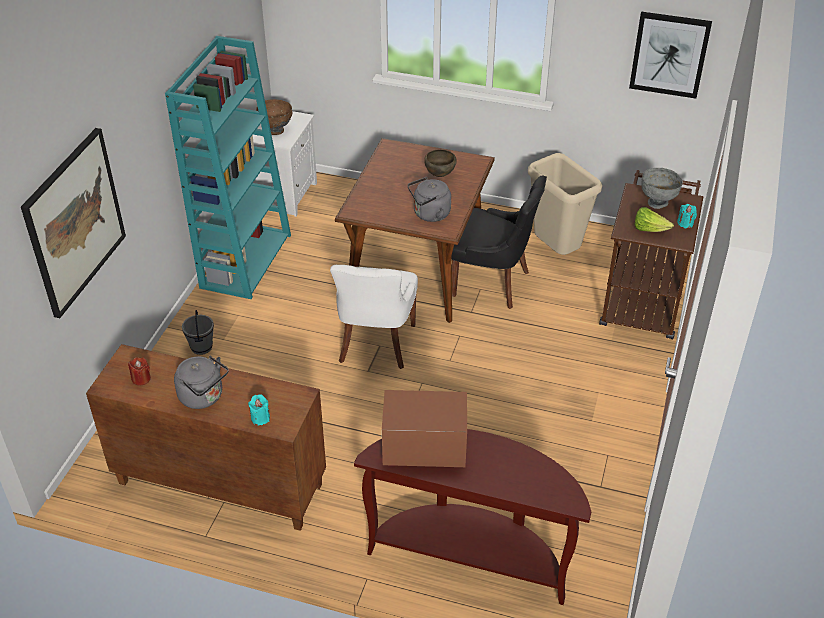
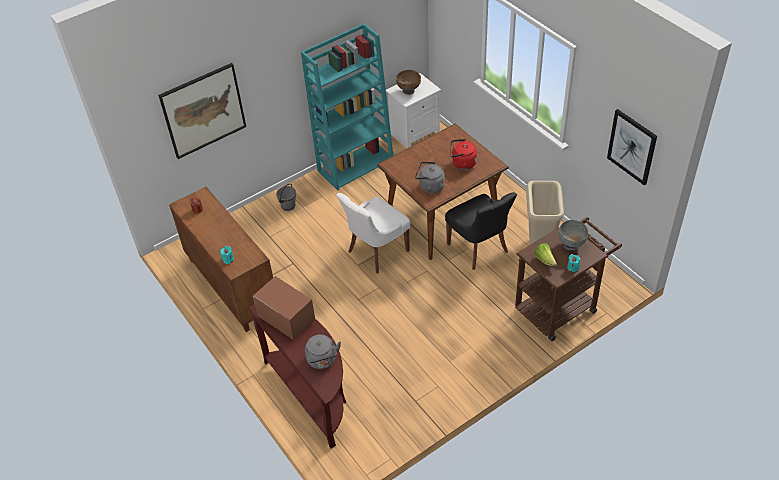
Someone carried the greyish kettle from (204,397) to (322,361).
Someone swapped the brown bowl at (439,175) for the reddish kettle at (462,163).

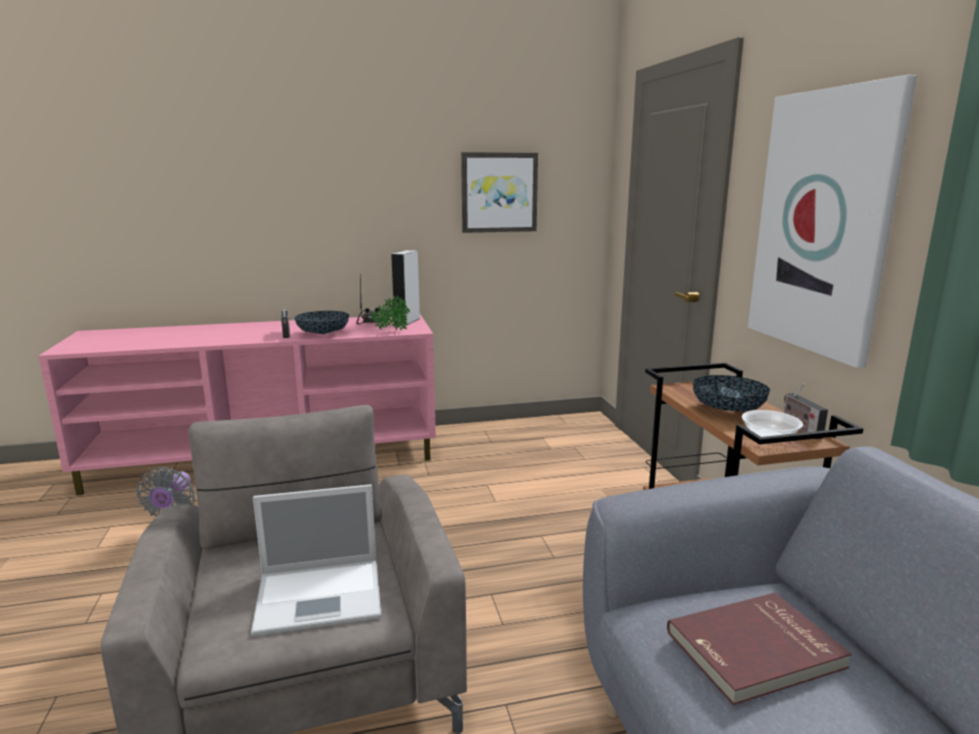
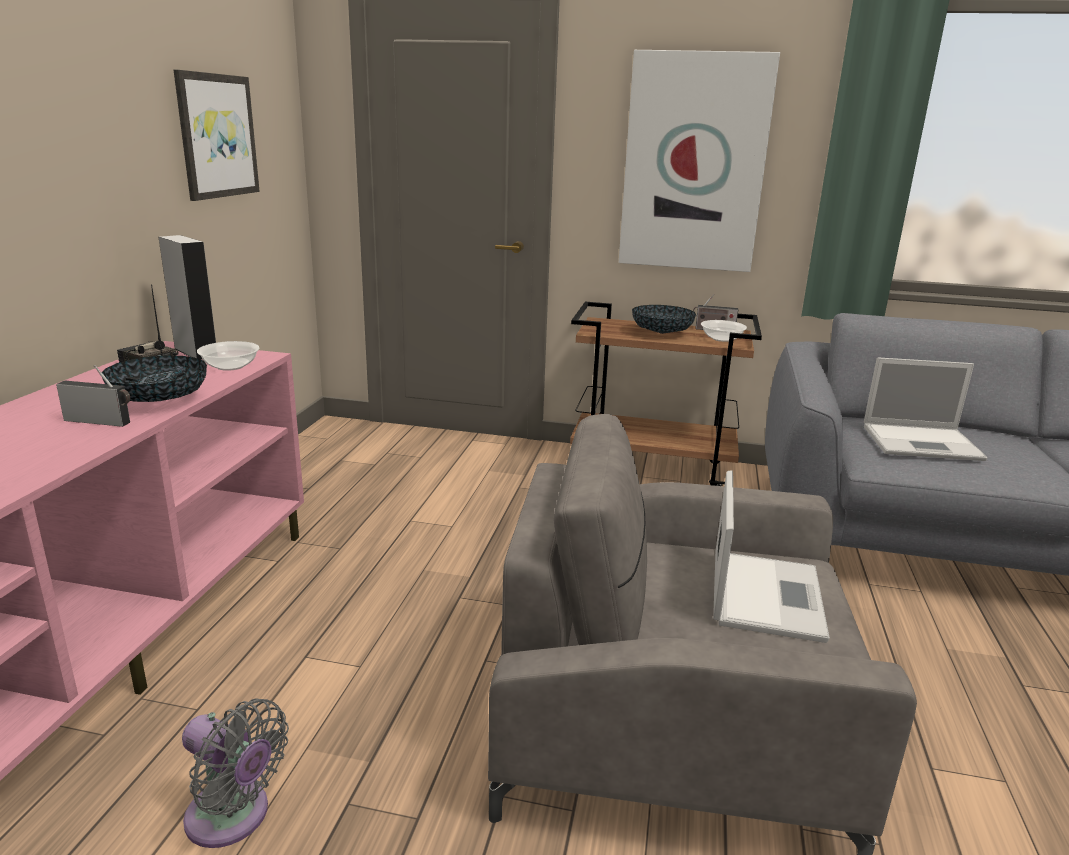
Someone swapped the potted plant at (391,330) for the bowl at (230,366).
Someone swapped the reddish volume at (756,651) for the notebook computer at (923,442).

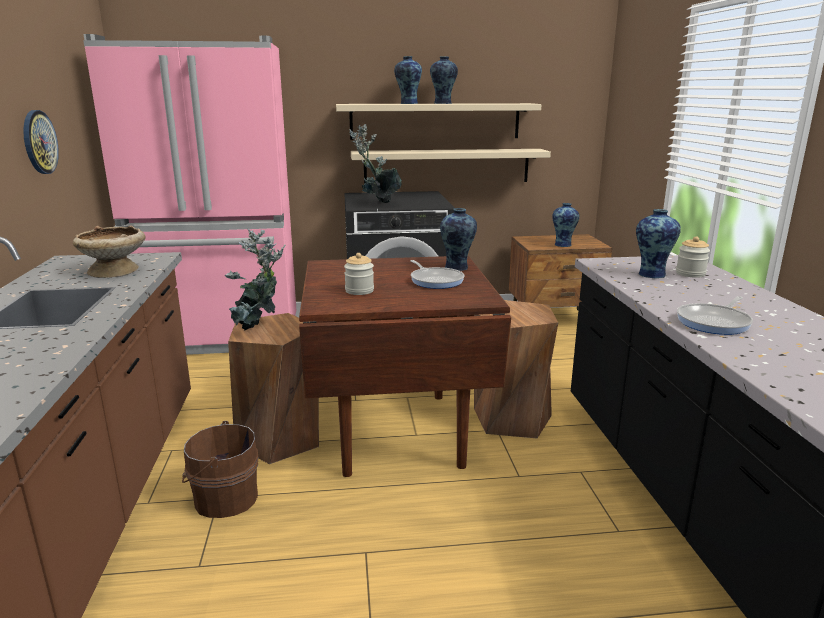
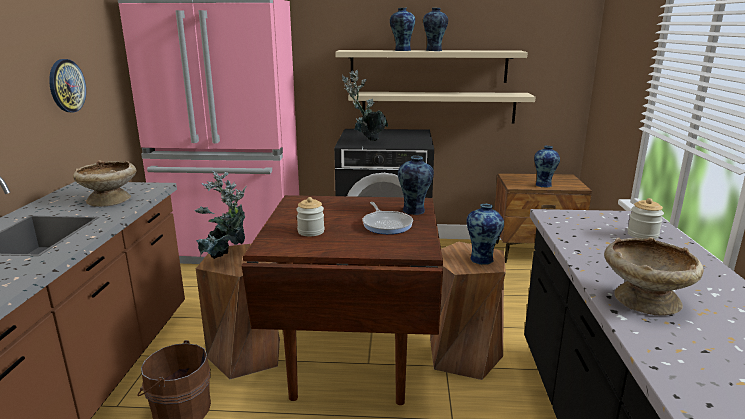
Someone carried the vase from (652,274) to (482,259).
Someone swapped the skillet at (715,322) for the sand-coloured bowl at (644,300).

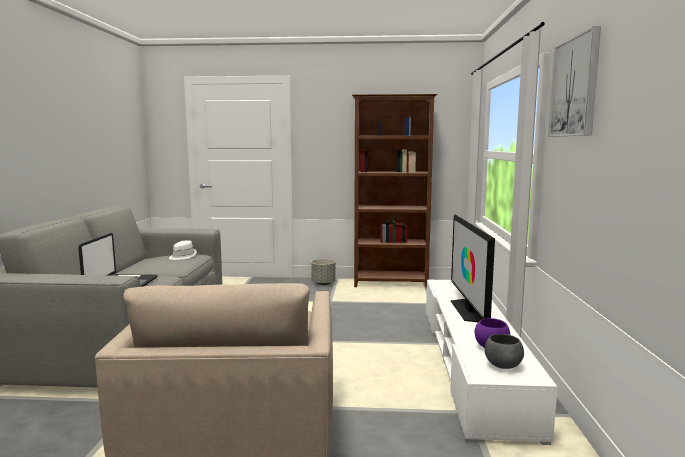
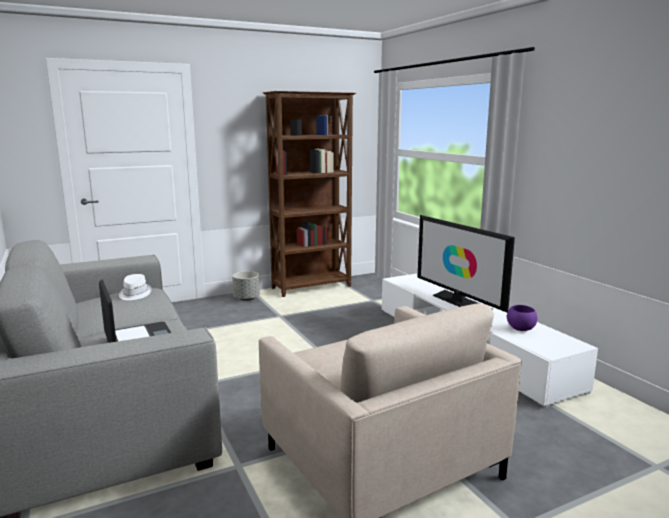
Someone took away the greyish bowl at (503,366).
Someone took away the wall art at (575,87).

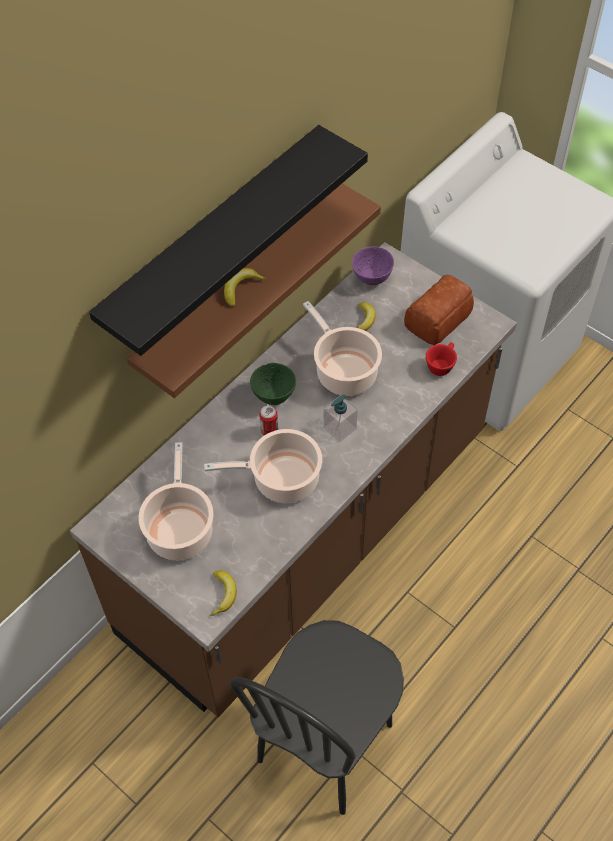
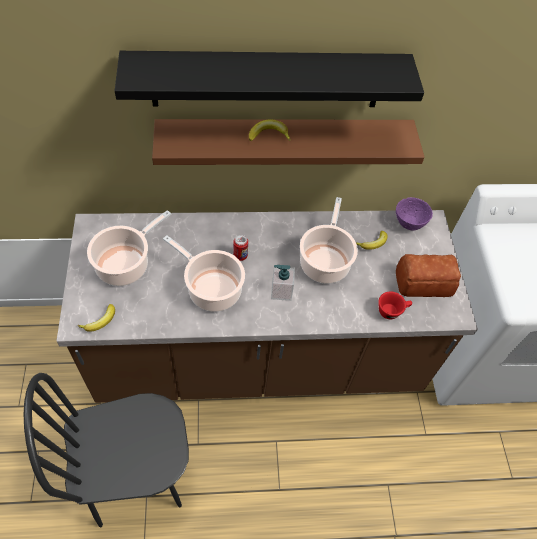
Someone took away the green bowl at (274,397).

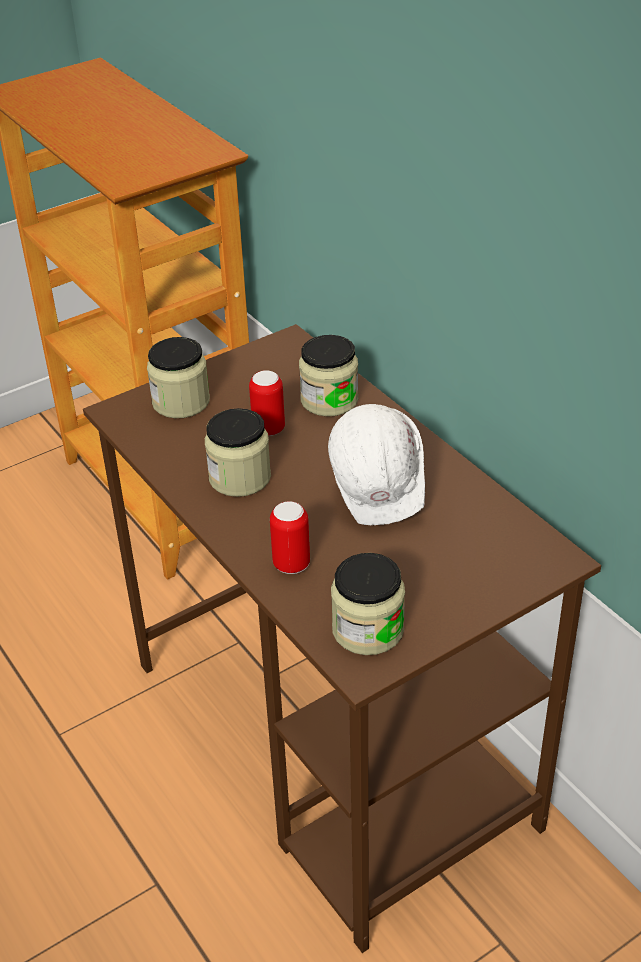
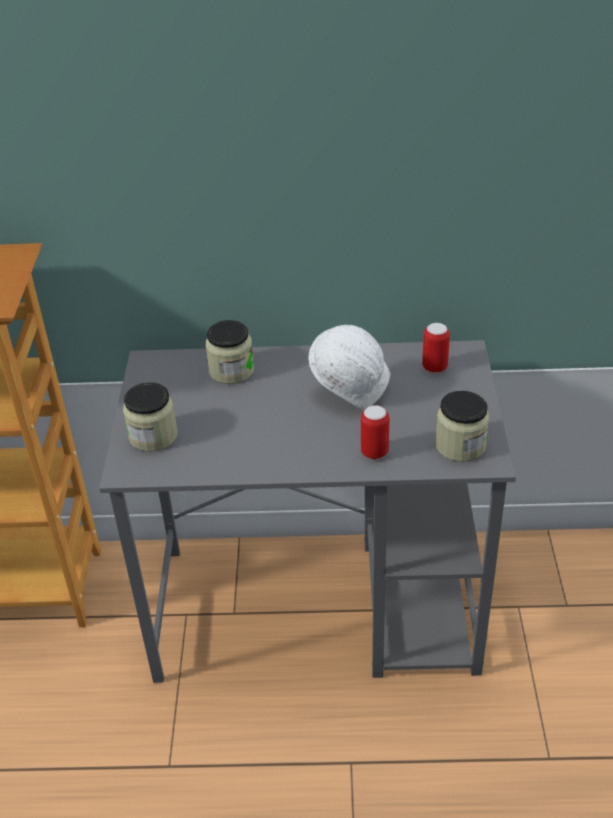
Someone took away the storage jar at (240,477).
Someone carried the metal can from (268,429) to (434,367).
Someone repainted the brown desk table at (332,745), which became the greyish desk table at (319,609).

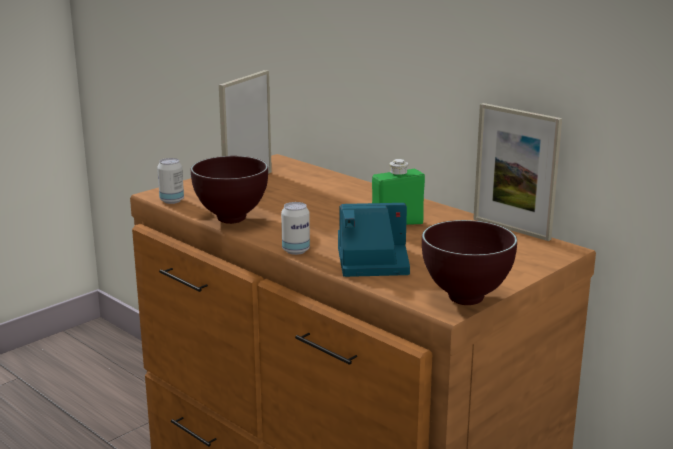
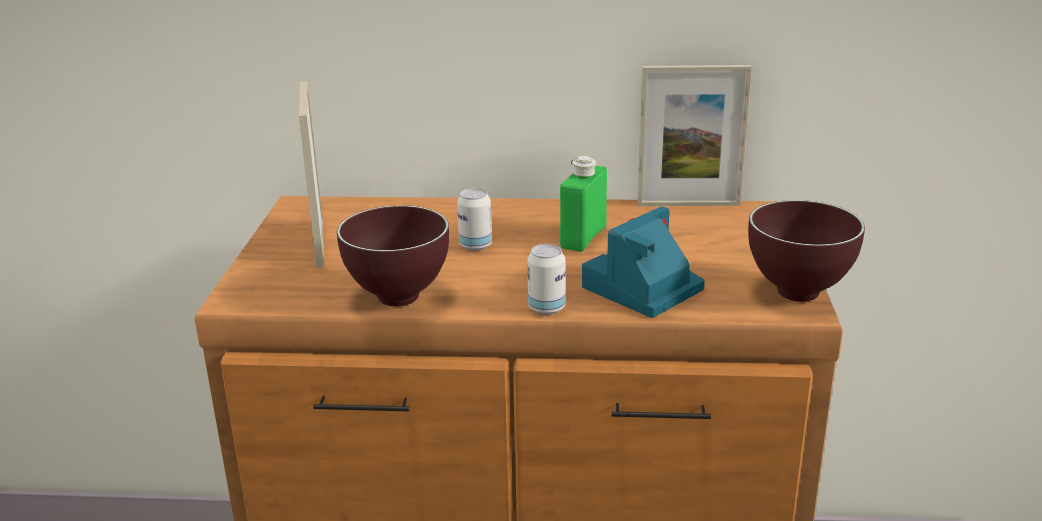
Someone carried the metal can from (172,201) to (475,246).

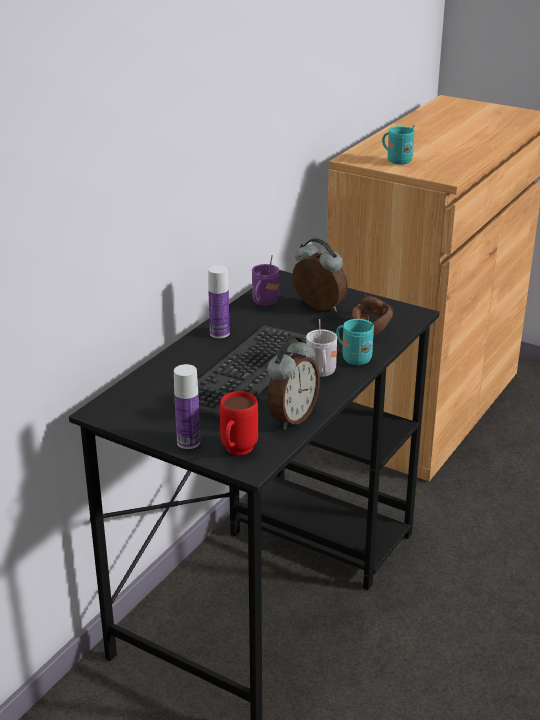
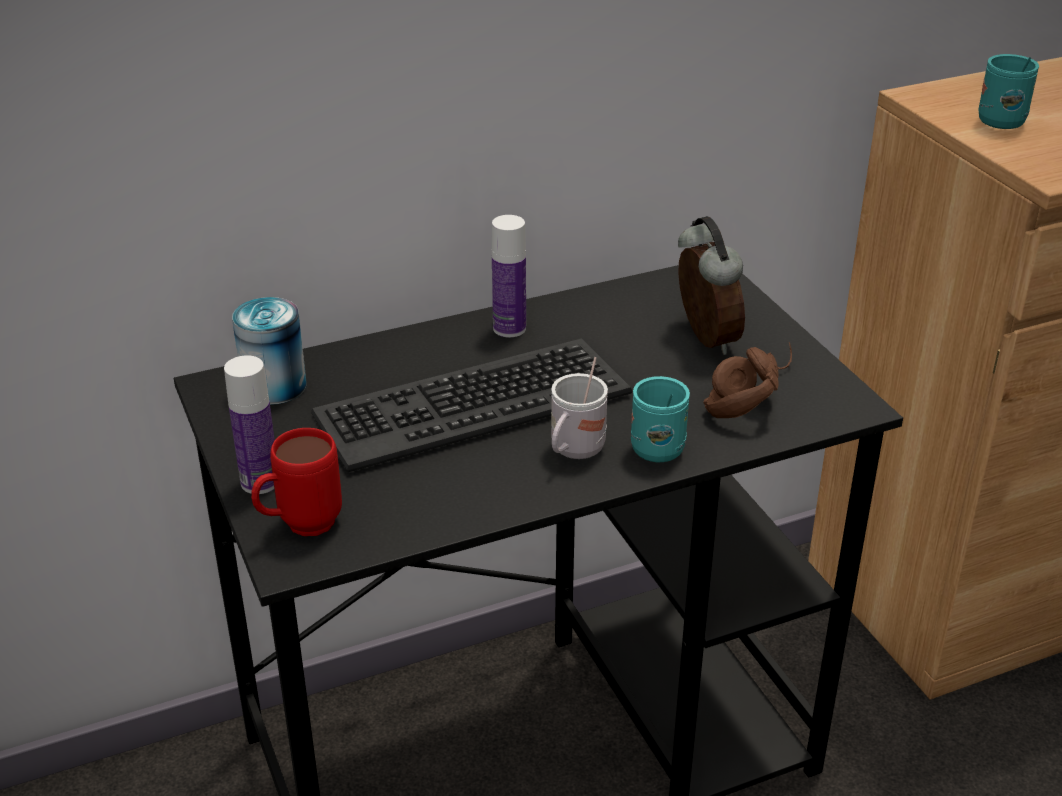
Someone took away the purple-coloured mug at (263,303).
Someone took away the bedside clock at (291,417).
Someone put down the metal can at (274,386).

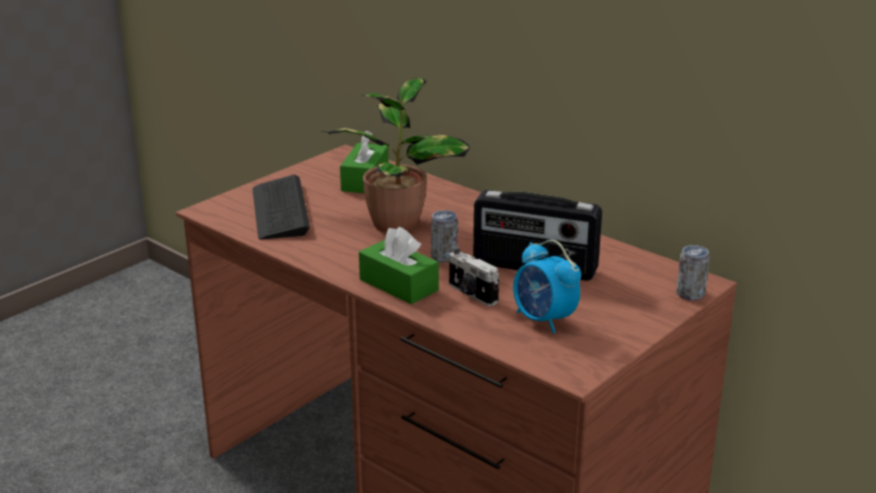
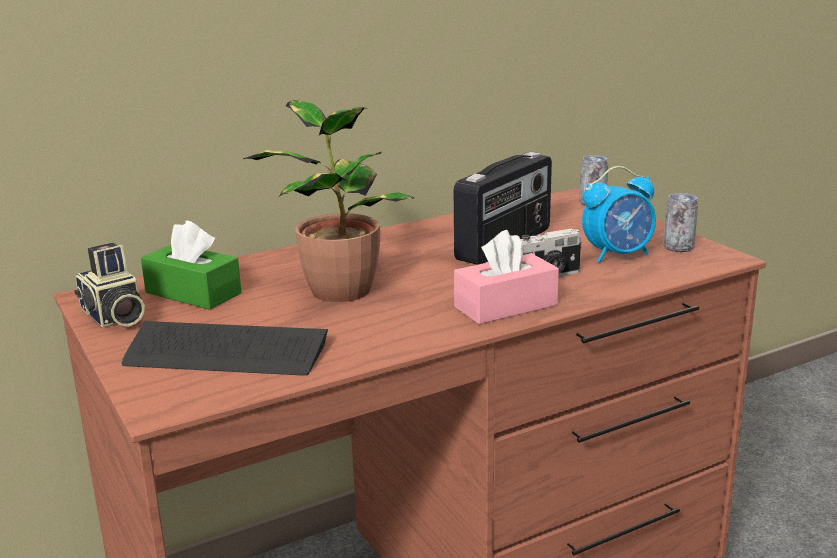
Someone put down the photo camera at (113,317).
Someone carried the metal can from (444,257) to (678,247).
Someone repainted the green tissue box at (398,285), which became the pink-coloured tissue box at (505,306).

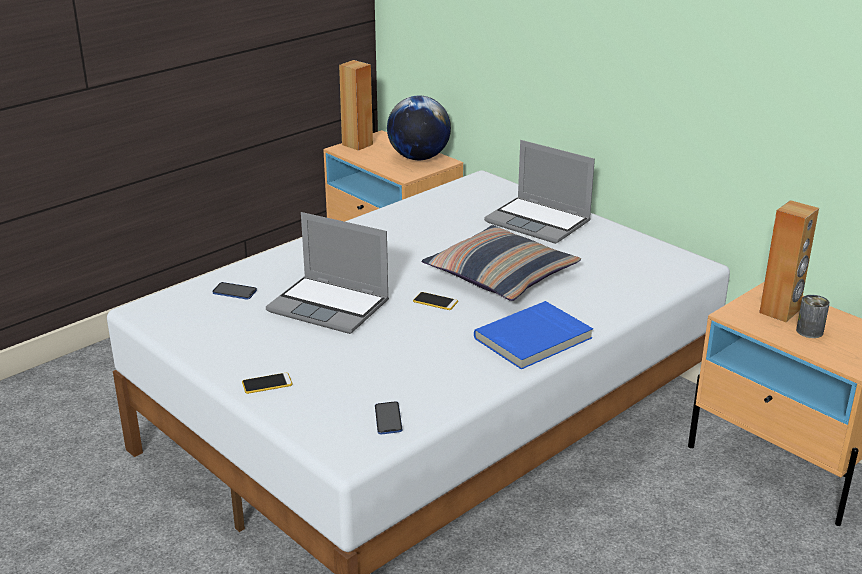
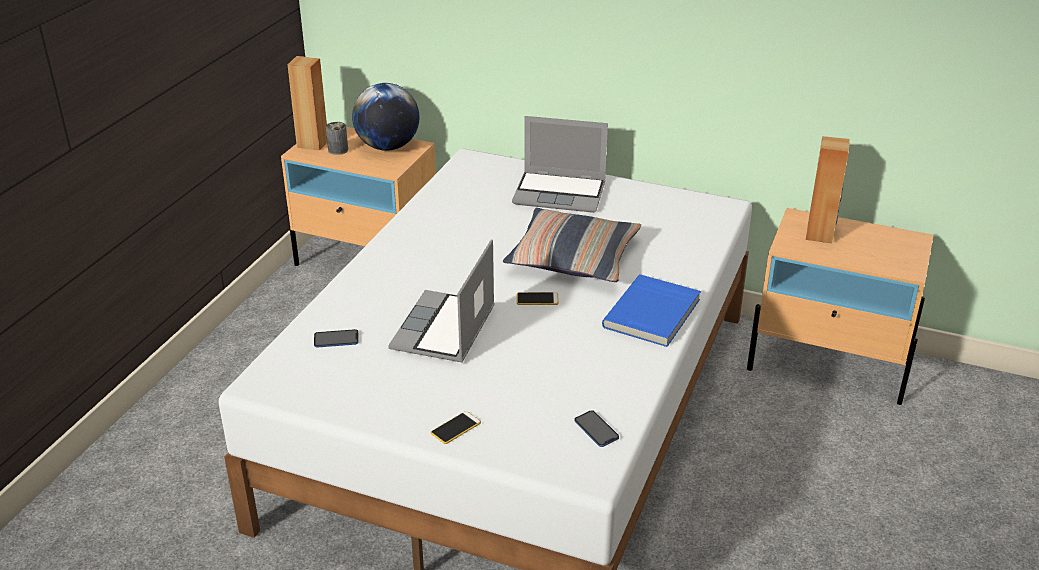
Someone carried the metal can from (809,331) to (338,150).
Someone rotated the notebook computer at (330,306) by 105 degrees clockwise.

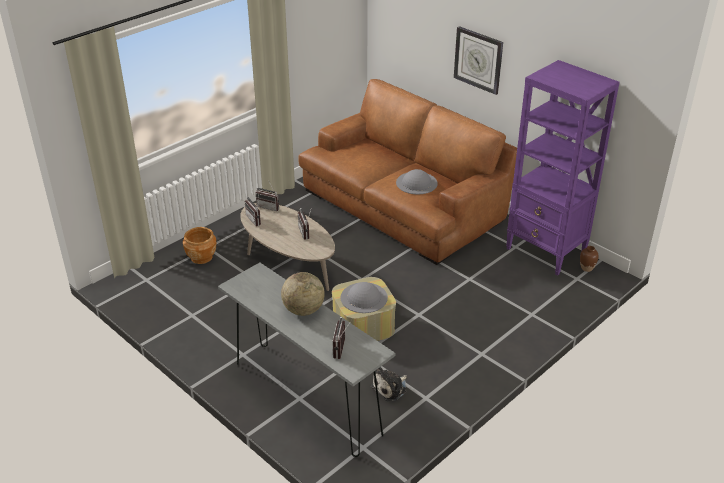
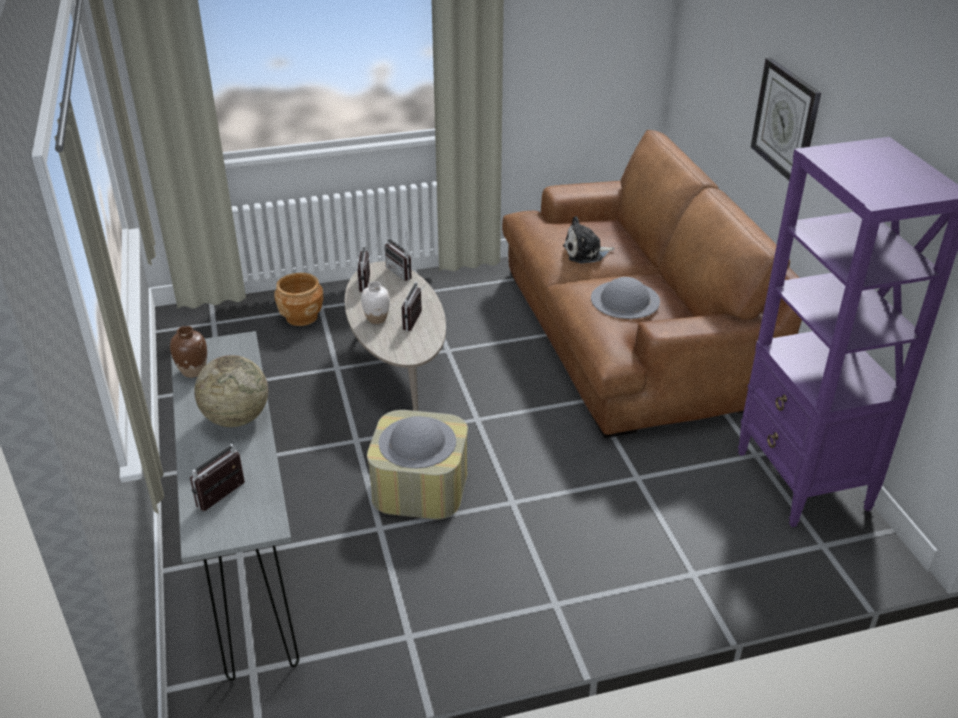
Someone put down the white-coloured vase at (377,319).
Someone carried the cuddly toy from (390,388) to (586,253).
Someone carried the brown vase from (586,268) to (193,371).

